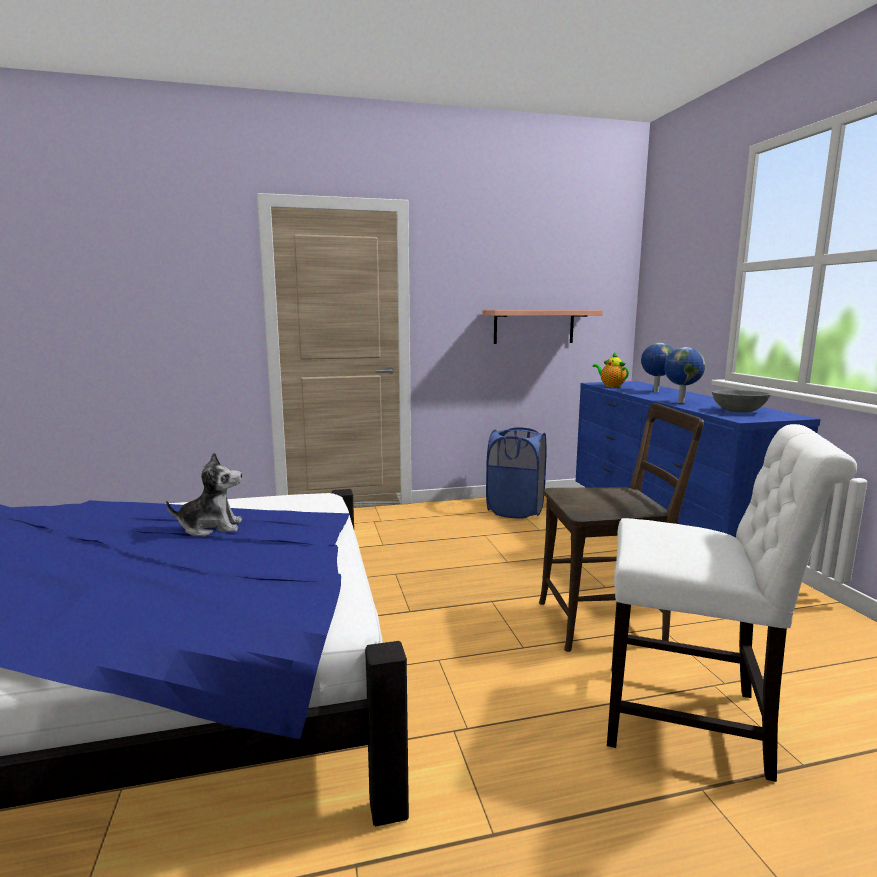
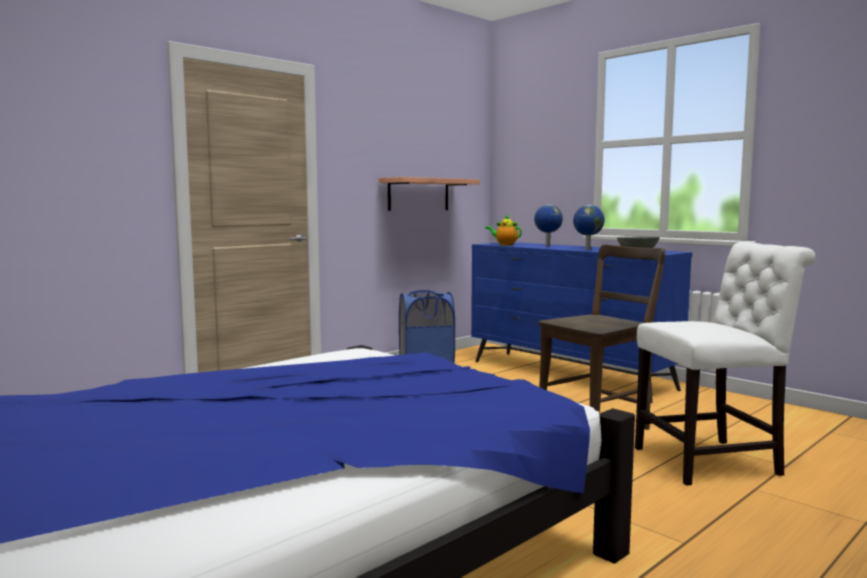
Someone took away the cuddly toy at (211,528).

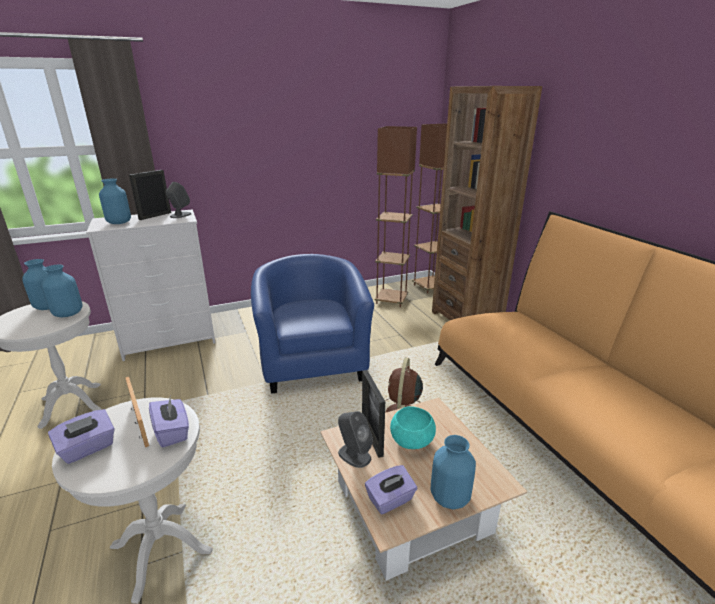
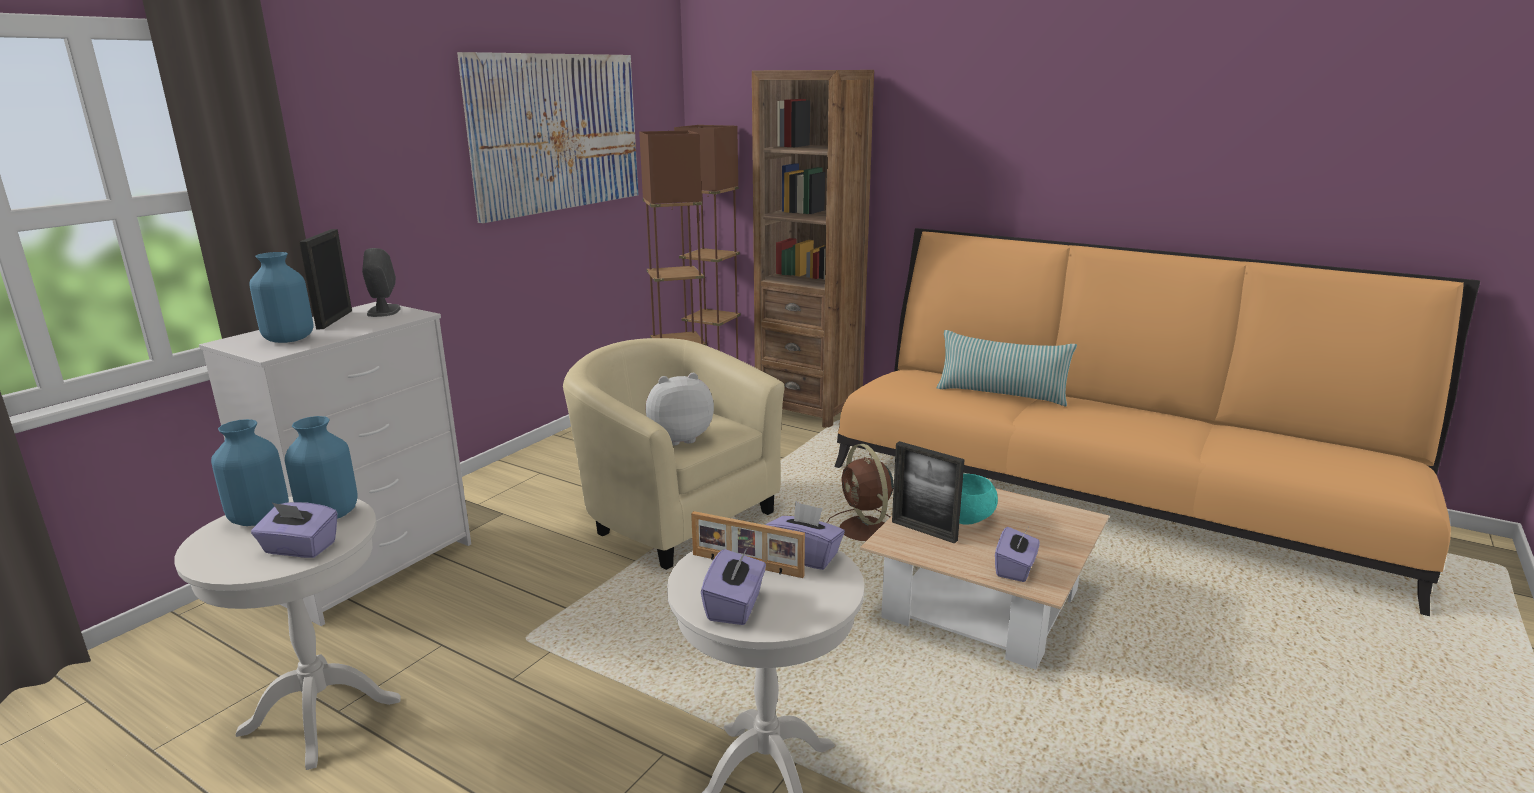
Someone took away the greyish audio speaker at (354,455).
Someone took away the blue-coloured vase at (450,498).
Someone put down the purple-coloured tissue box at (300,548).
Someone put up the wall art at (556,132).
Someone put down the cuddly toy at (679,438).
Someone put down the cushion at (1001,394).
Someone repainted the blue-coloured easy chair at (313,363), which became the sand-coloured easy chair at (674,517).

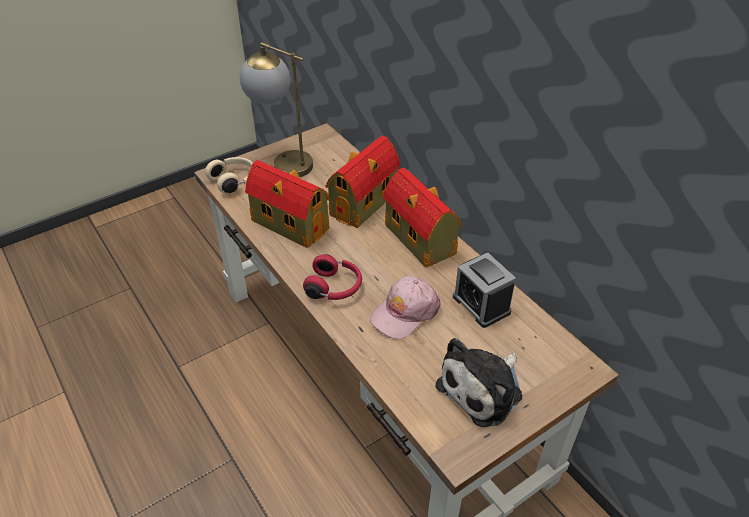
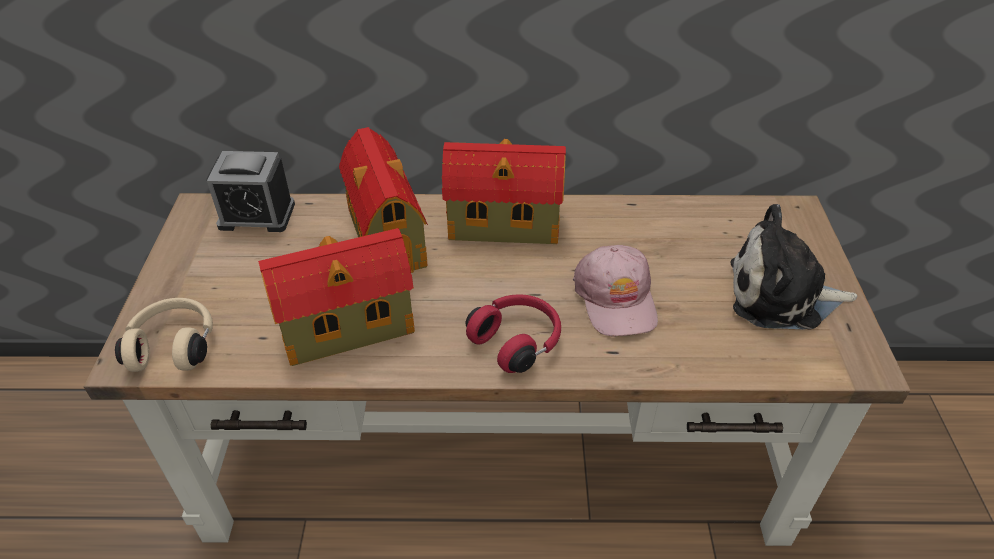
Someone took away the table lamp at (282,161).
Someone carried the bedside clock from (481,304) to (257,215).
Someone rotated the cuddly toy at (483,389) by 105 degrees clockwise.

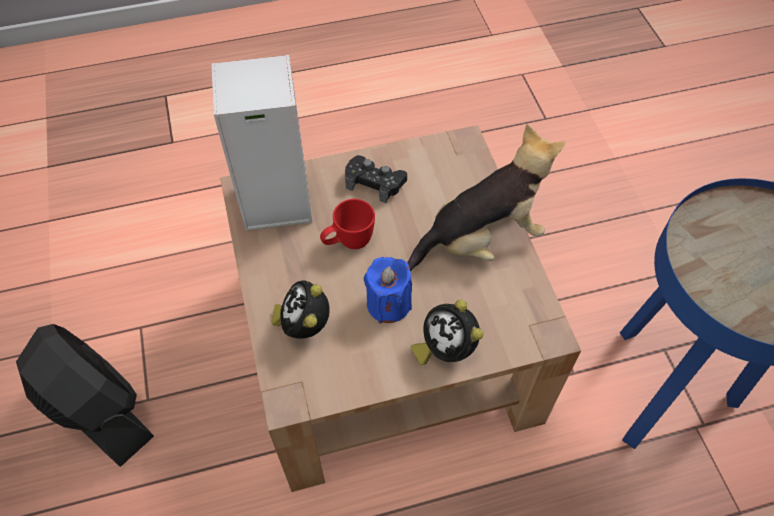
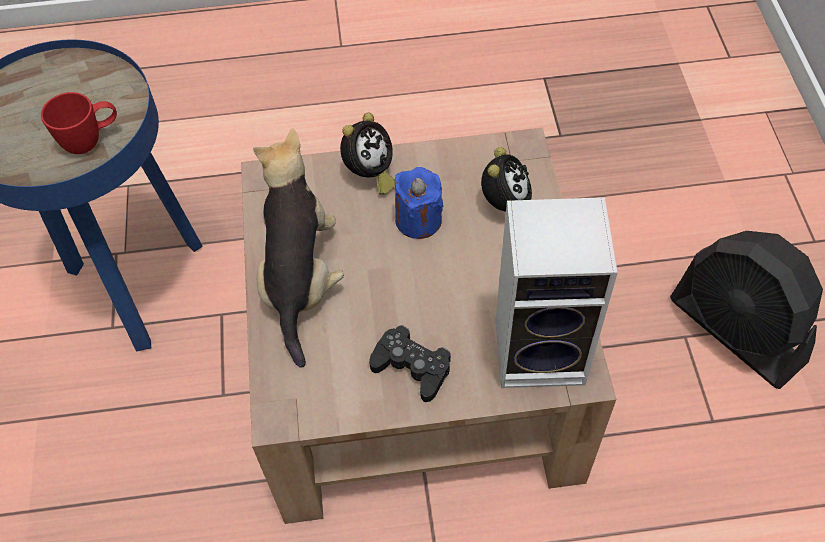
Someone carried the reddish mug from (348,243) to (91,141).
Someone rotated the cuddly toy at (481,239) by 105 degrees clockwise.
Someone rotated the bedside clock at (445,348) by 60 degrees clockwise.

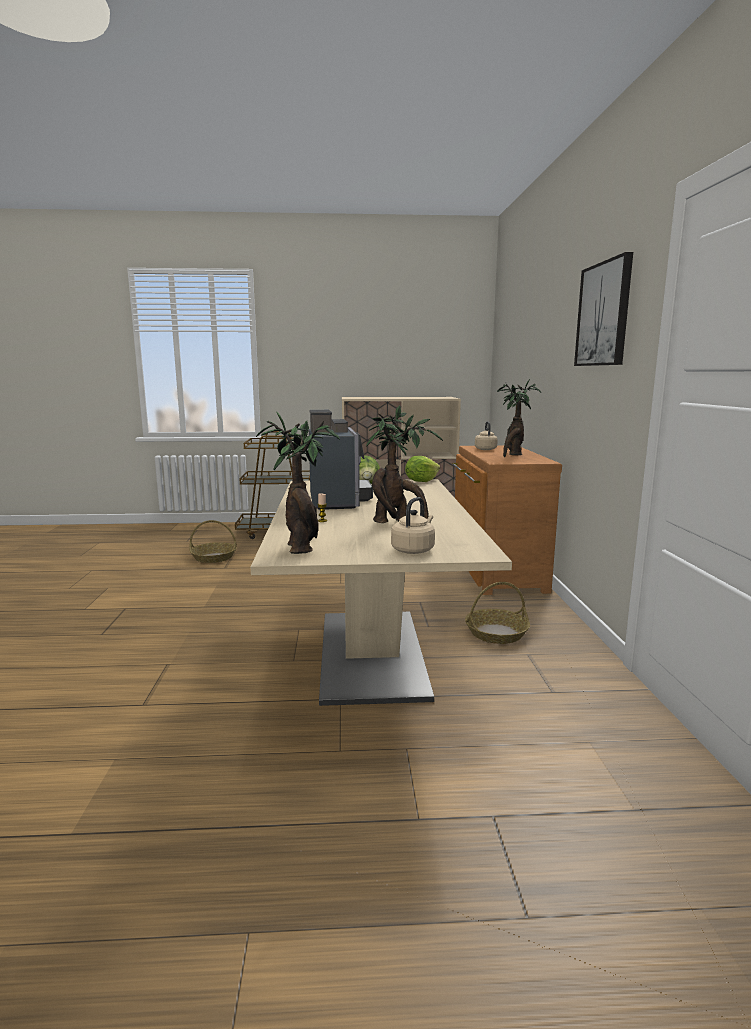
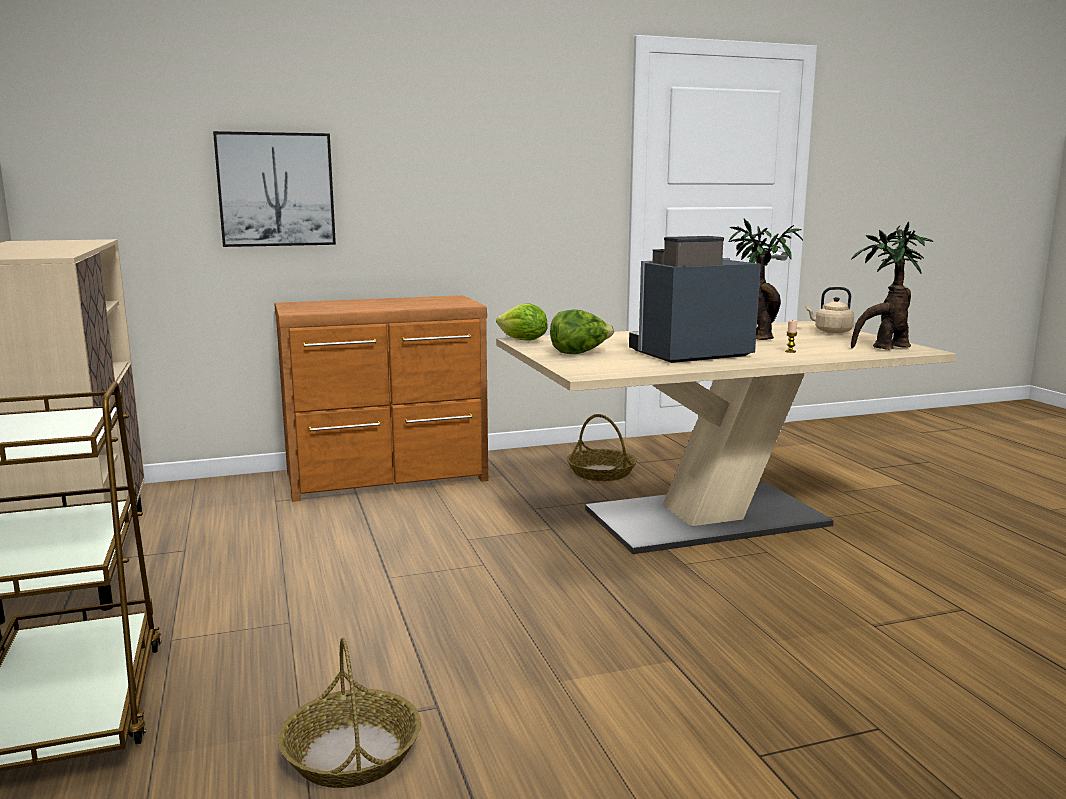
Someone took away the sand-coloured kettle at (485,449).
Someone took away the potted plant at (513,455).
Someone carried the wall art from (604,314) to (276,189).

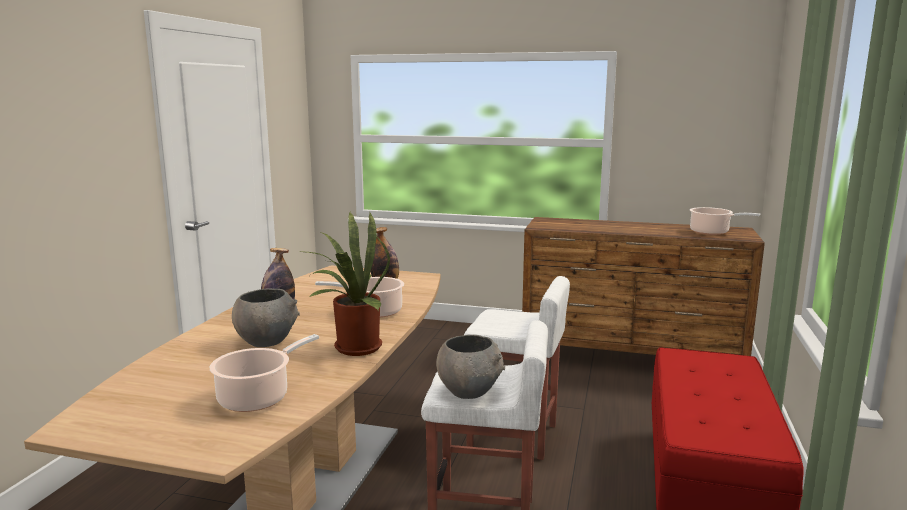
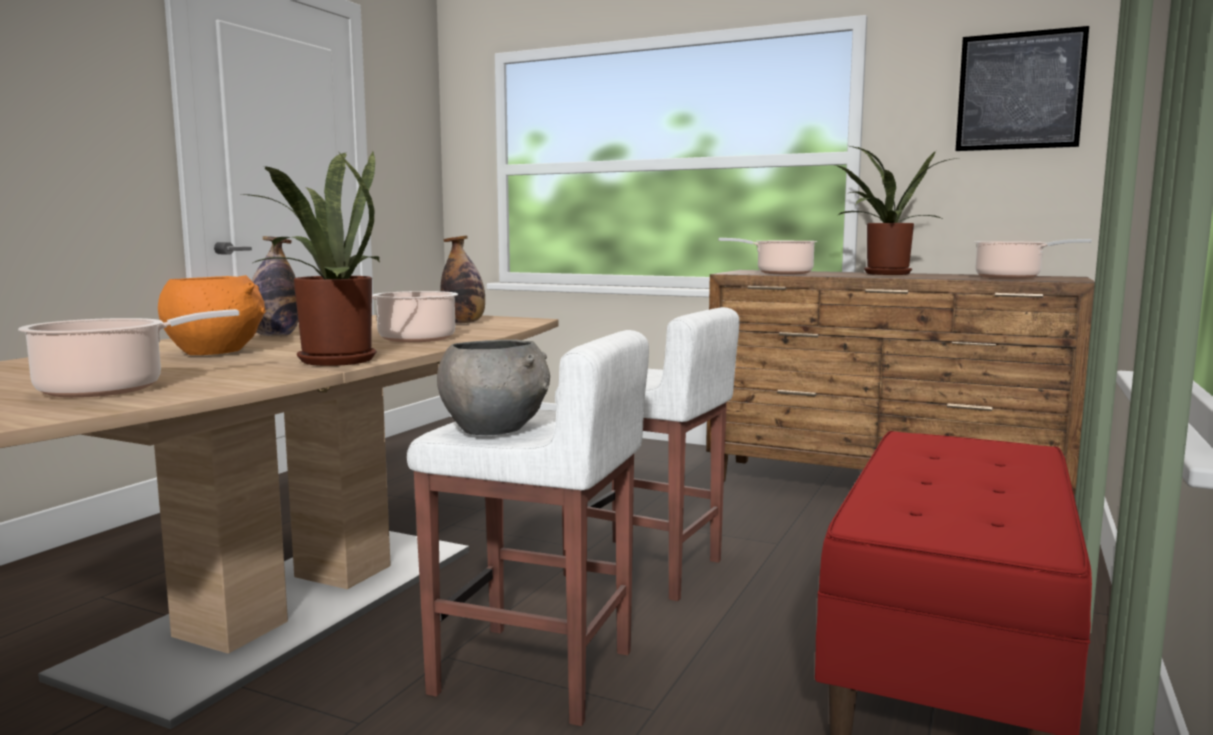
Someone put down the stockpot at (780,273).
Someone put down the potted plant at (885,274).
Someone put up the wall art at (1019,91).
Someone repainted the greyish bowl at (267,341), which became the orangey bowl at (215,353).

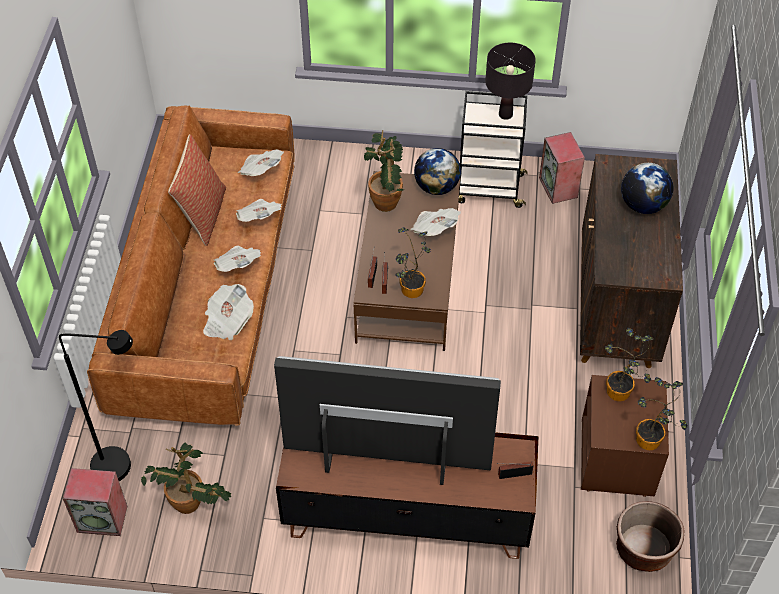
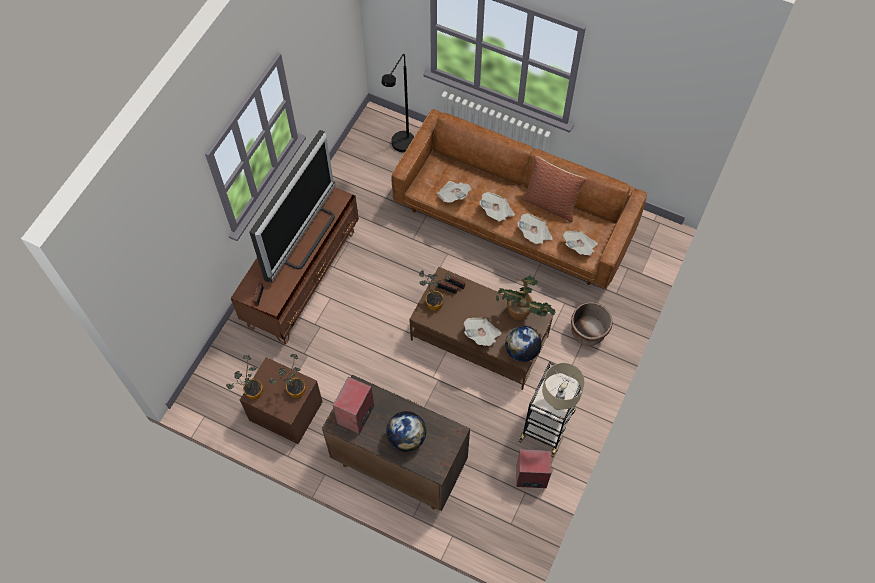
Someone took away the potted plant at (192,506).
Someone carried the audio speaker from (103,518) to (356,415).
Someone carried the brown plant pot from (643,550) to (588,332).
Someone repainted the black table lamp at (505,115), which became the sand-coloured table lamp at (557,404).

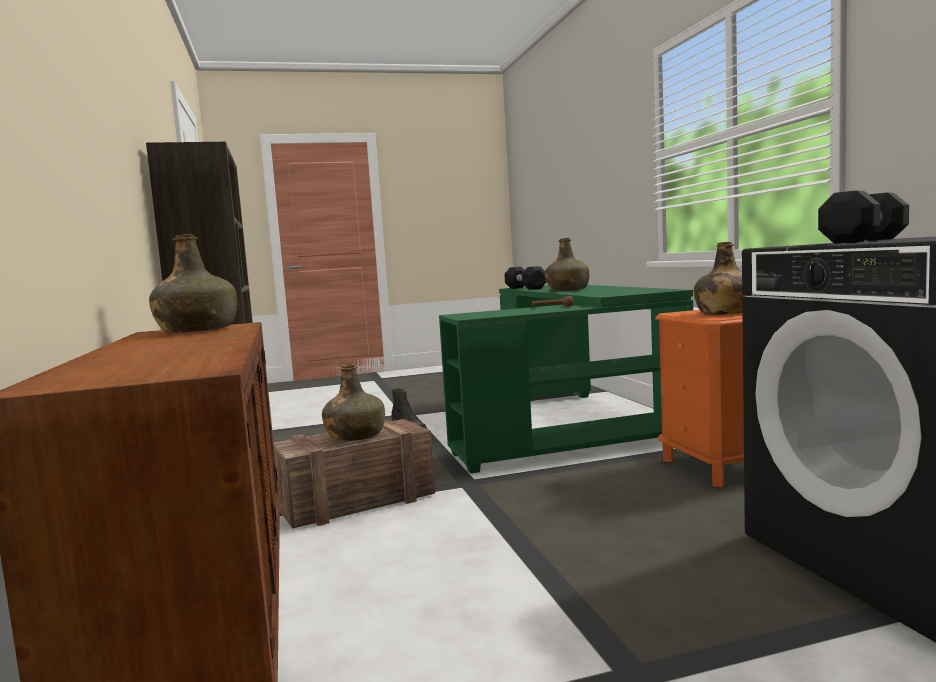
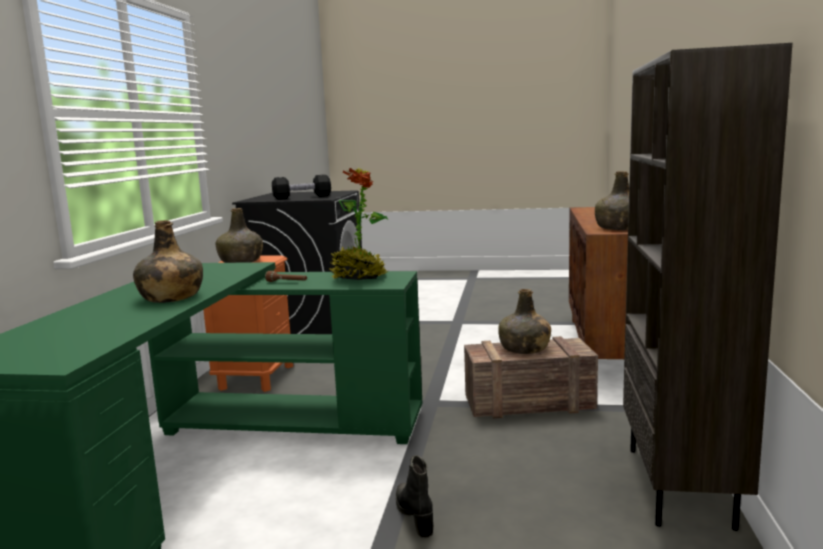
Someone took away the black dumbbell at (525,288).
Someone put down the potted plant at (359,278).

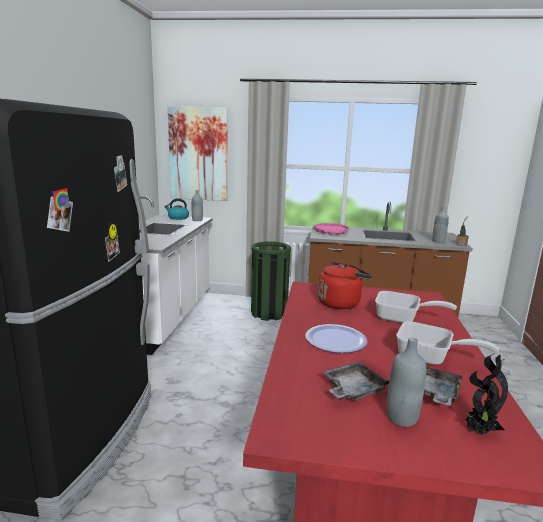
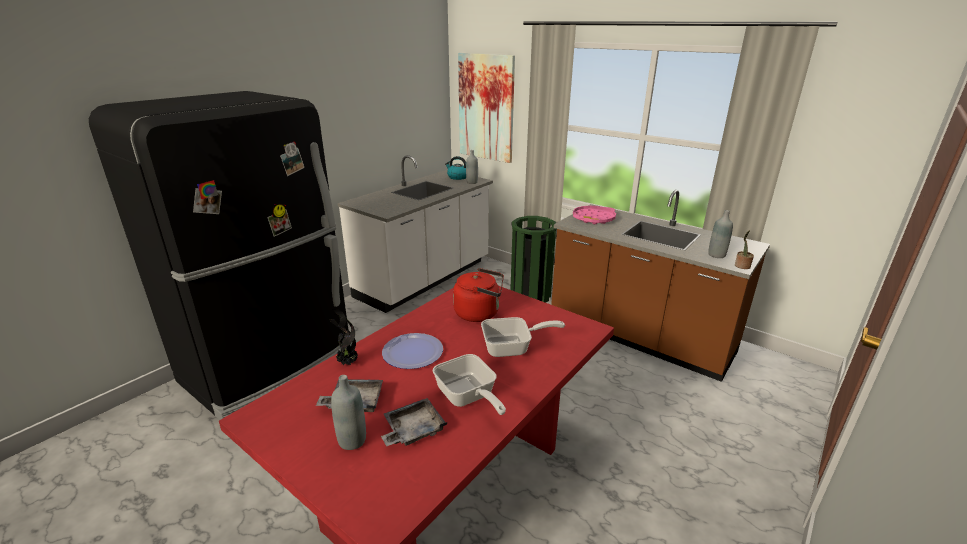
Someone carried the potted plant from (479,431) to (347,363).
Someone rotated the skillet at (402,318) by 60 degrees counterclockwise.

